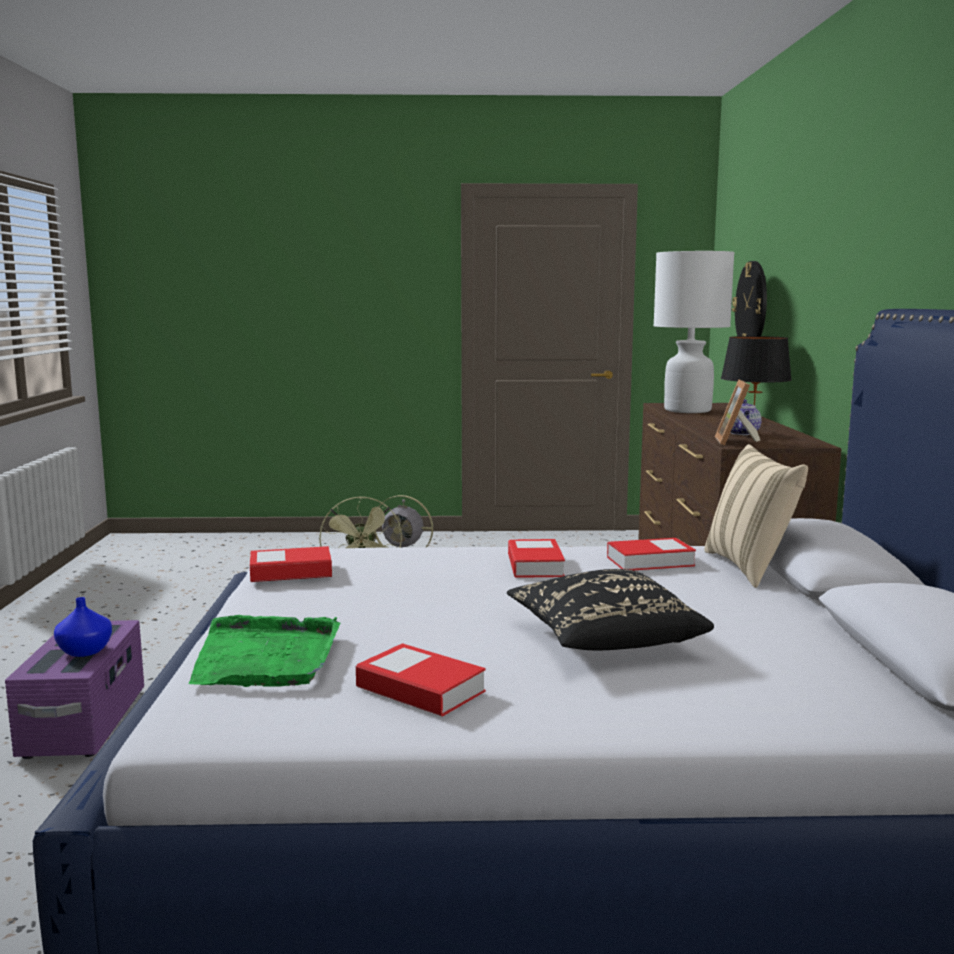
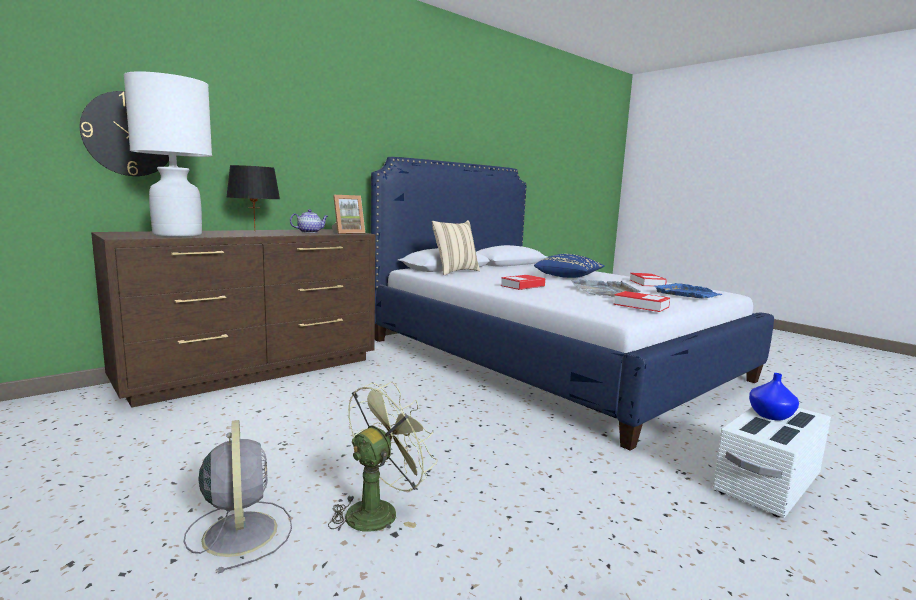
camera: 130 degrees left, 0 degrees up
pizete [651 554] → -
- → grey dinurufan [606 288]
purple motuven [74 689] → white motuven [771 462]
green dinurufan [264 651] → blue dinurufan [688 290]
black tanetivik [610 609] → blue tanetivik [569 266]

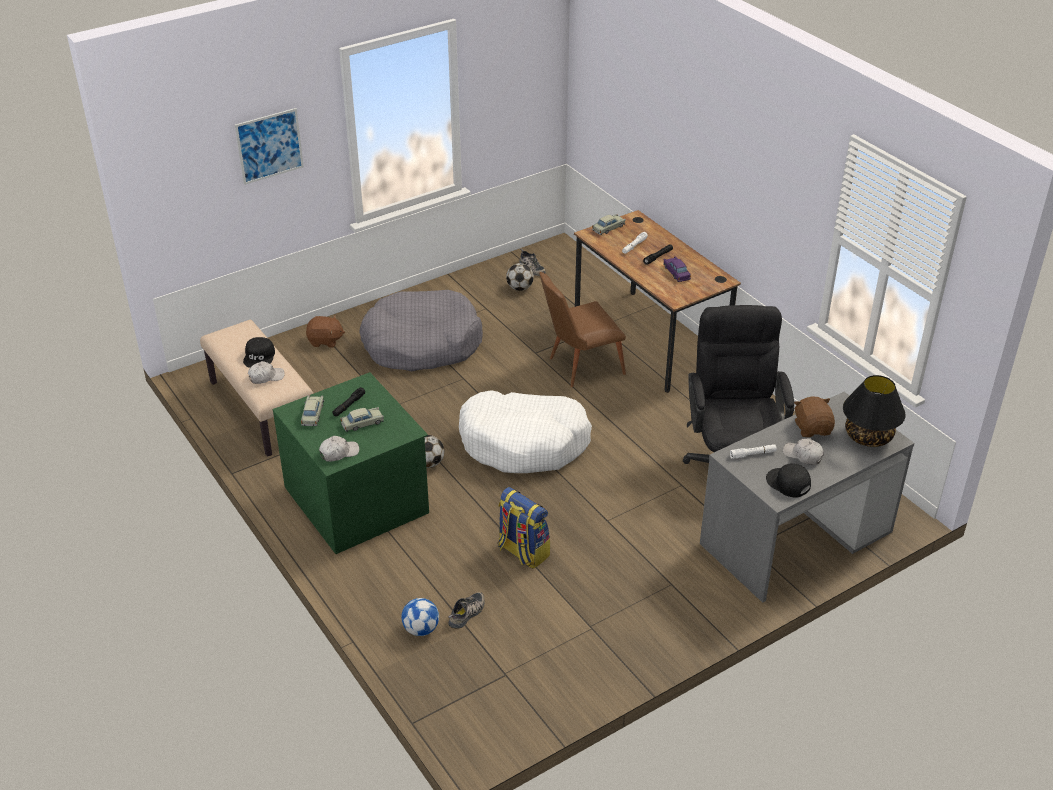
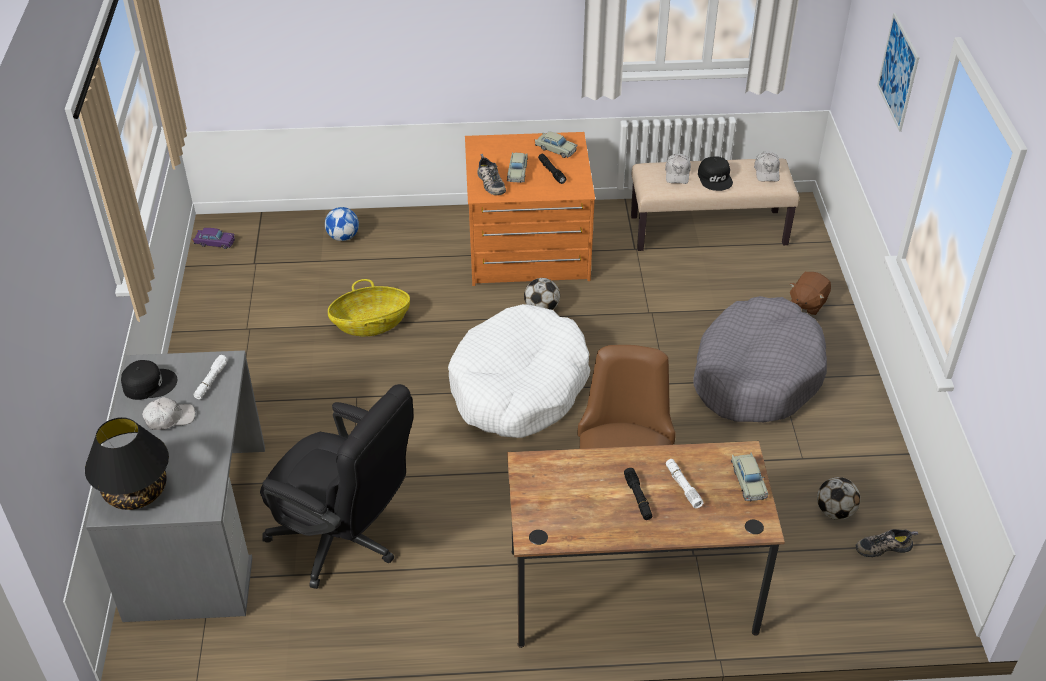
camera: 120 degrees right, 5 degrees up
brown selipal [814 417] → -
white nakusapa [339 449] → white nakusapa [767 166], shifted
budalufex [466 610] → budalufex [491 174], shifted
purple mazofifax [677 269] → purple mazofifax [213 238], shifted
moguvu [524 528] → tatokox [369 307]
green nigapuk [351 463] → orange nigapuk [530 209]
black nakusapa [259 352] → black nakusapa [715 173], 135 degrees counterclockwise

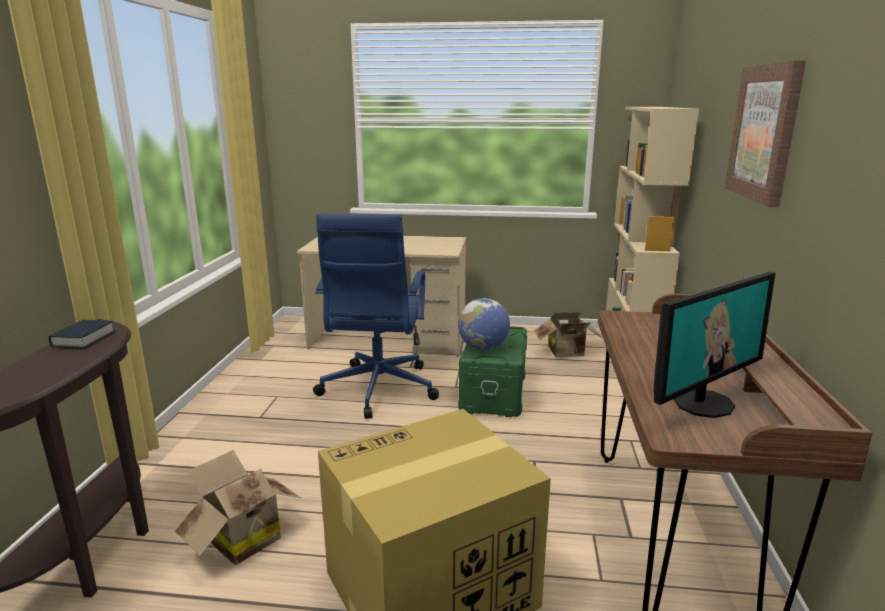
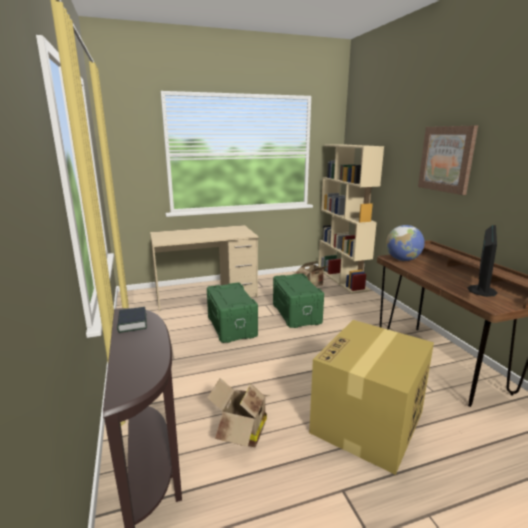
camera: 25 degrees left, 0 degrees up
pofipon [484 324] → pofipon [405 243], shifted
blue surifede [376 316] → green motuven [232 312]

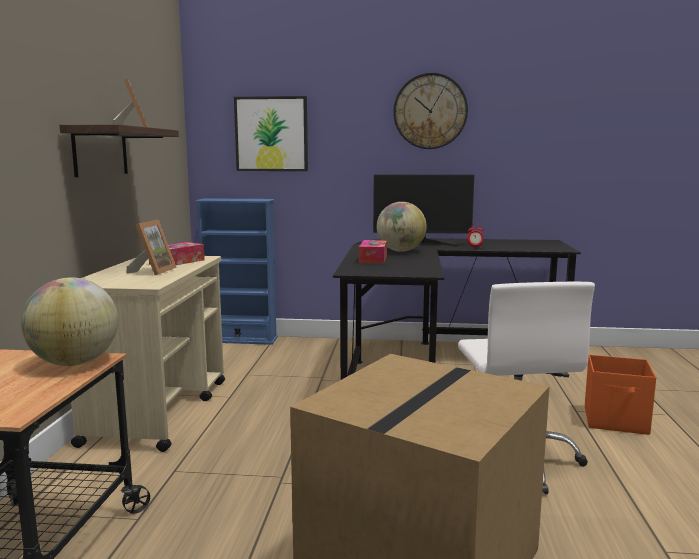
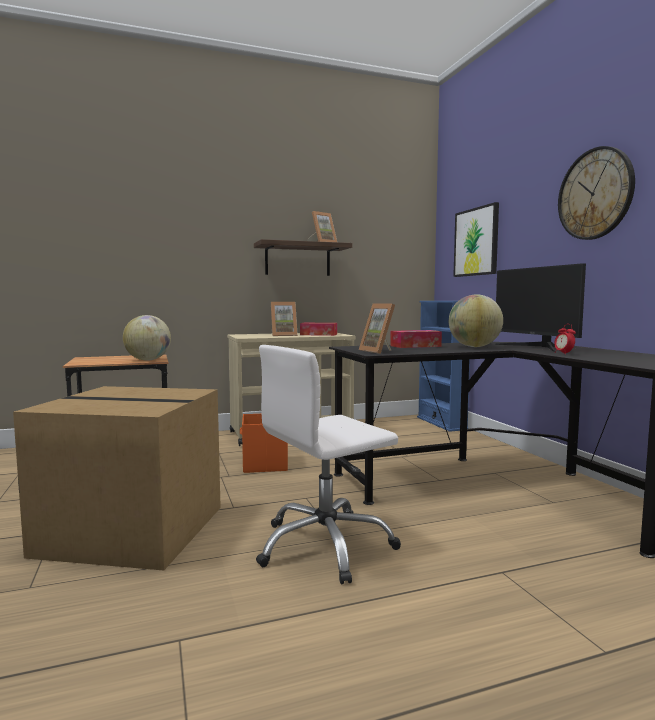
camera: 65 degrees right, 5 degrees down
- → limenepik [377 328]
orange motuven [620 395] → orange motuven [264 443], shifted

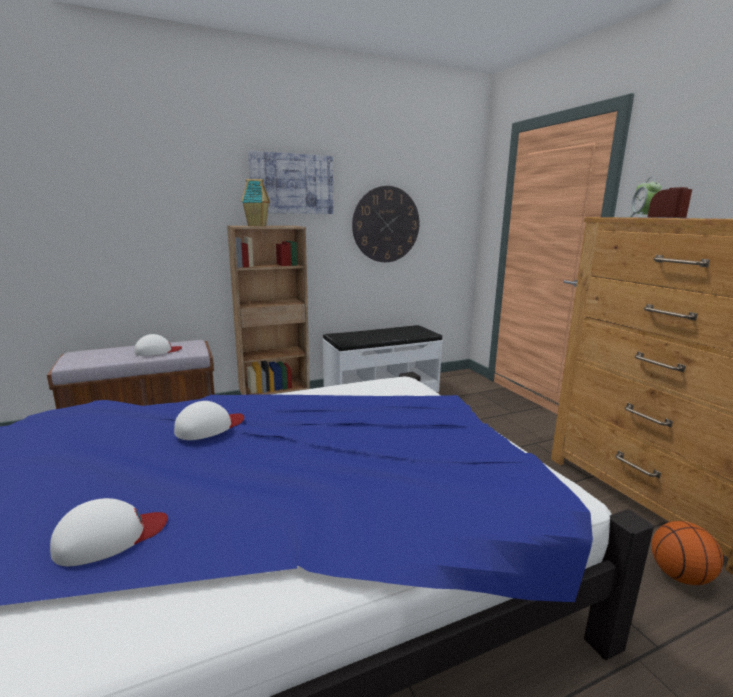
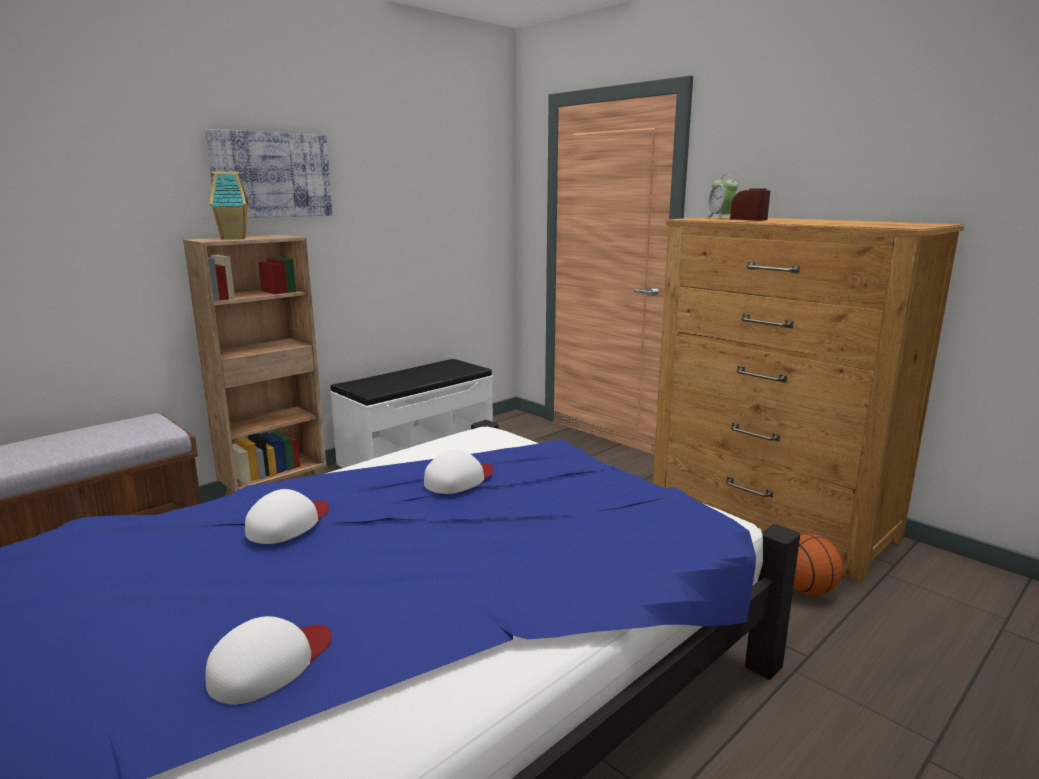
camera: 20 degrees left, 0 degrees up
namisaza [385 224] → -
white nakusapa [158 345] → white nakusapa [459 471], shifted

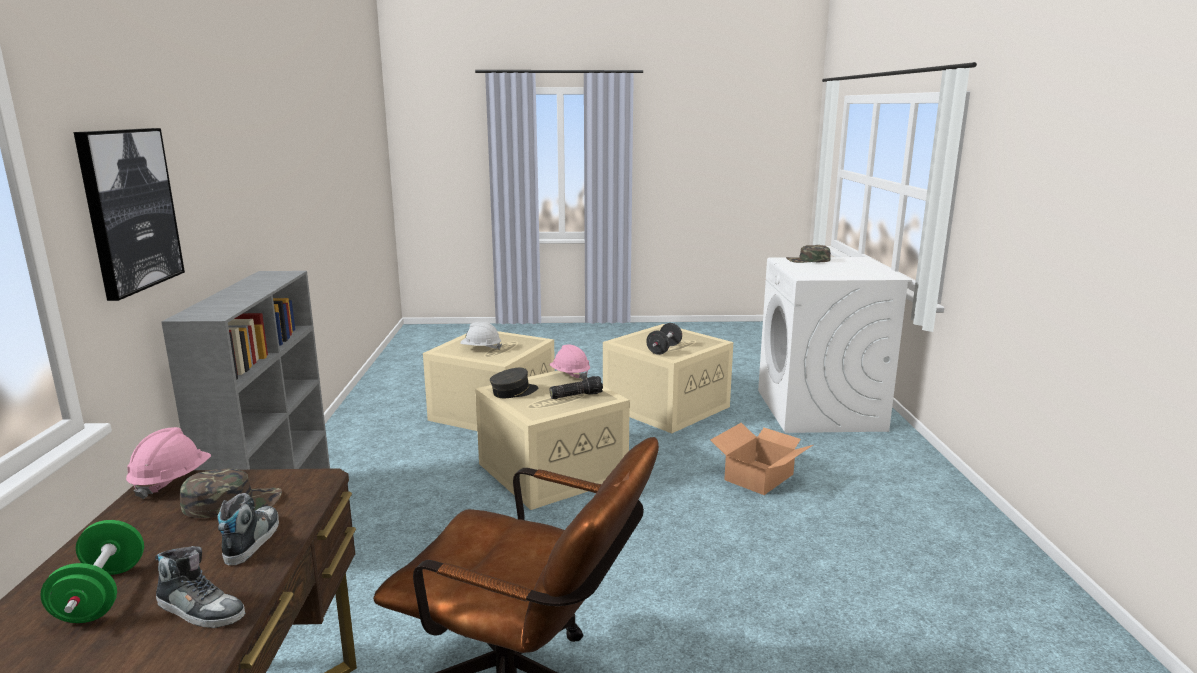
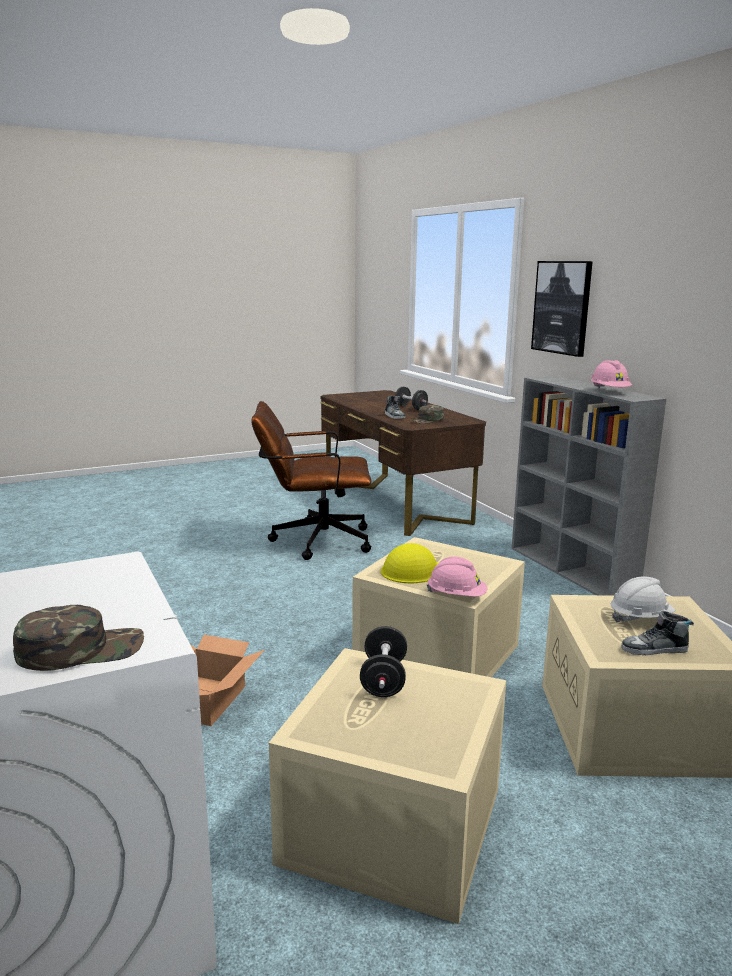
camera: 155 degrees right, 0 degrees up
grey nakusapa [514 383] → -
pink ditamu [168 463] → pink ditamu [611 374], shifted
budalufex [200 587] → budalufex [657 633], shifted
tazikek [576 387] → yellow ditamu [410 563]
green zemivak [92 571] → black zemivak [411 398]

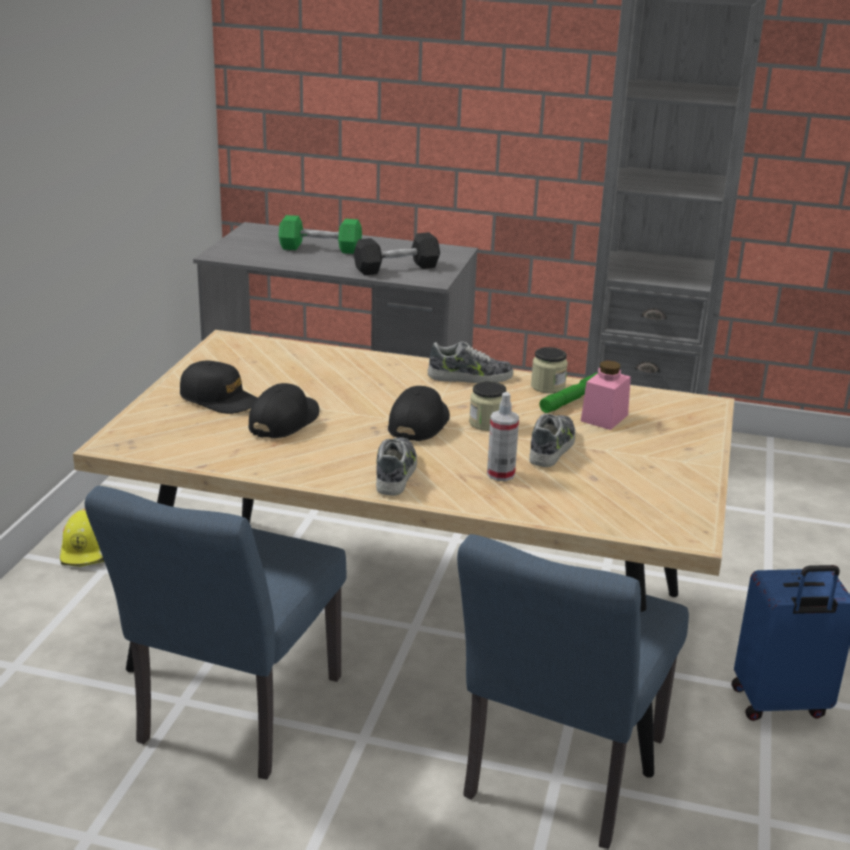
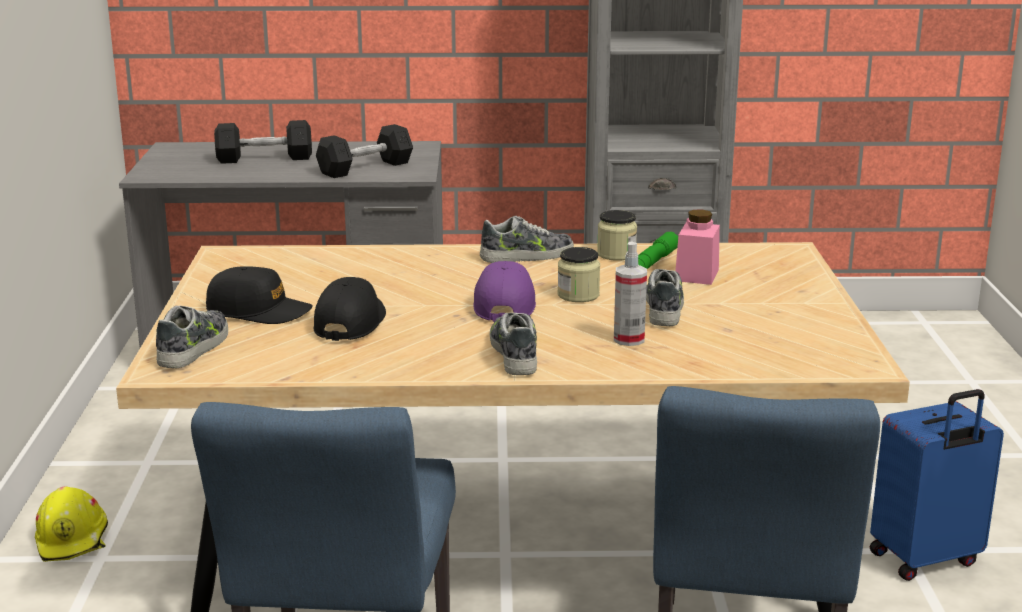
camera: 15 degrees left, 5 degrees down
- → budalufex [192 337]
green zemivak [320 234] → black zemivak [263 142]
black nakusapa [419 413] → purple nakusapa [504 291]

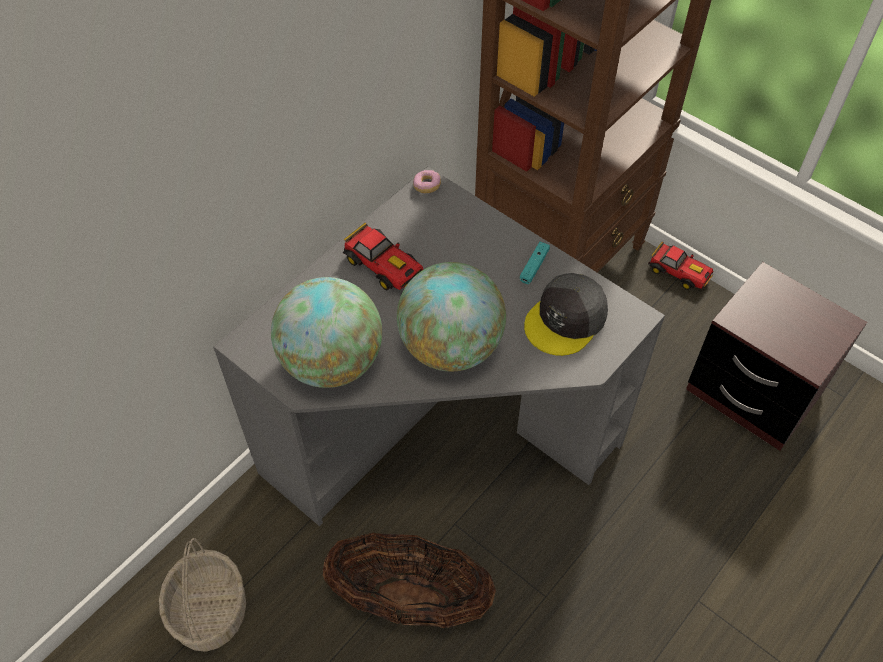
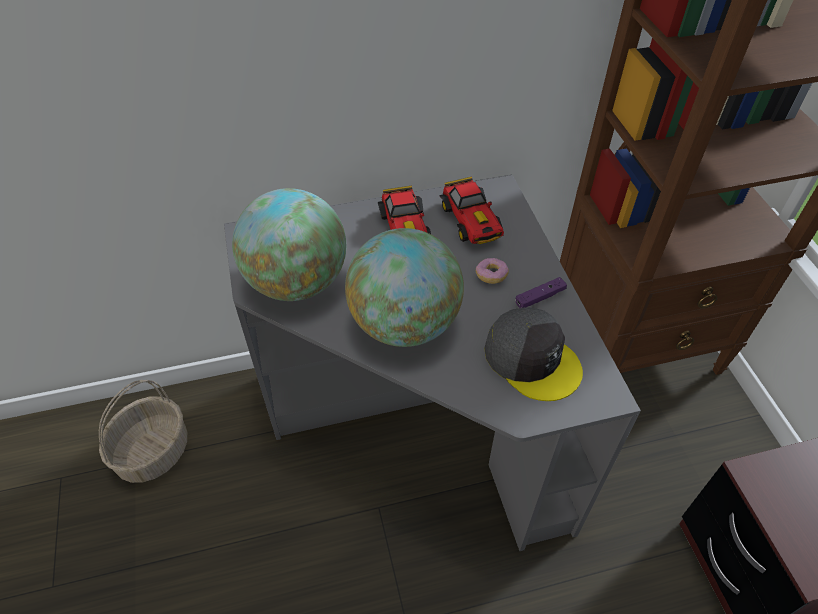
camera: 35 degrees right, 5 degrees down
tatokox [409 580] → -
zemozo [427 181] → zemozo [492 271], shifted
mazofifax [680 266] → mazofifax [471 210], shifted
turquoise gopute [535 263] → purple gopute [541 292]
grey nakusapa [566 314] → grey nakusapa [533 354], 120 degrees counterclockwise

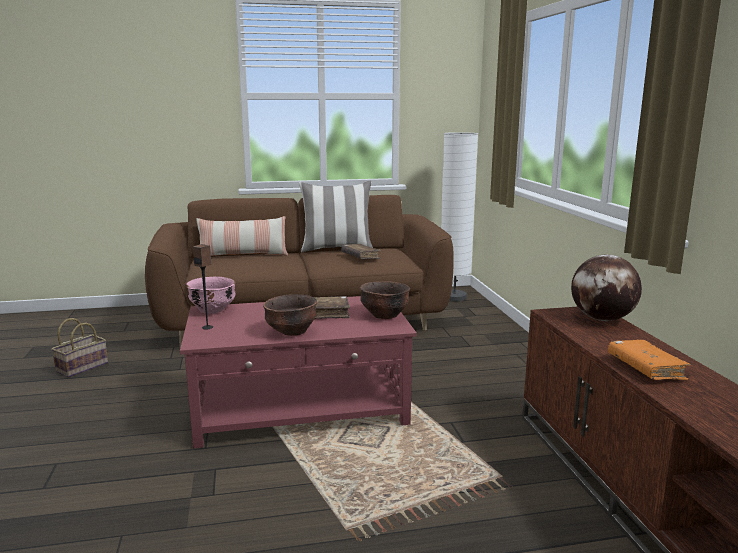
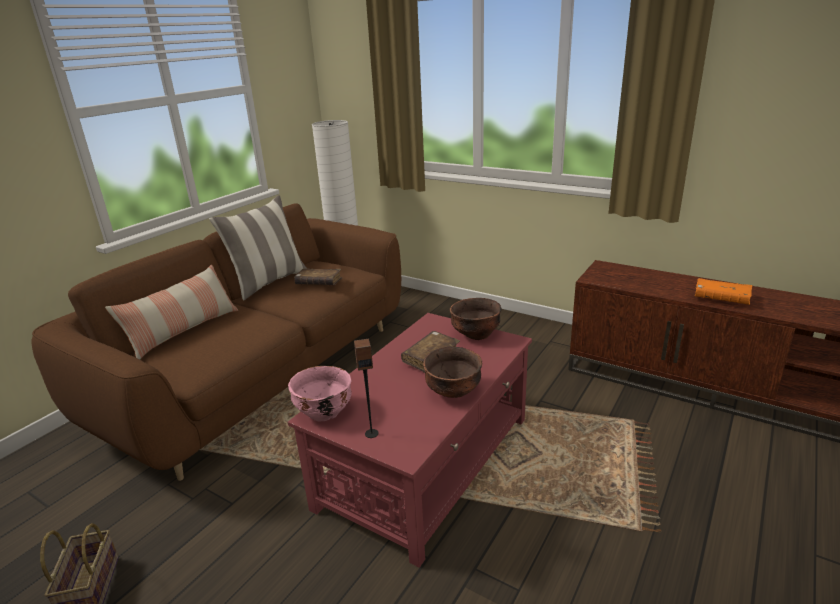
camera: 45 degrees left, 10 degrees up
pofipon [606 288] → -

